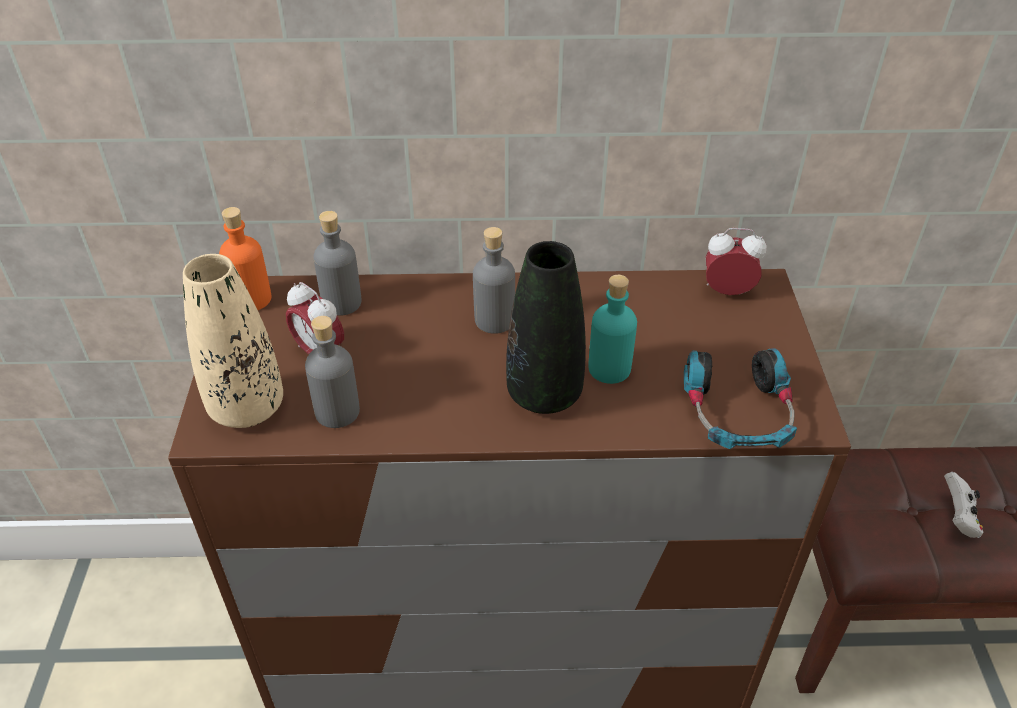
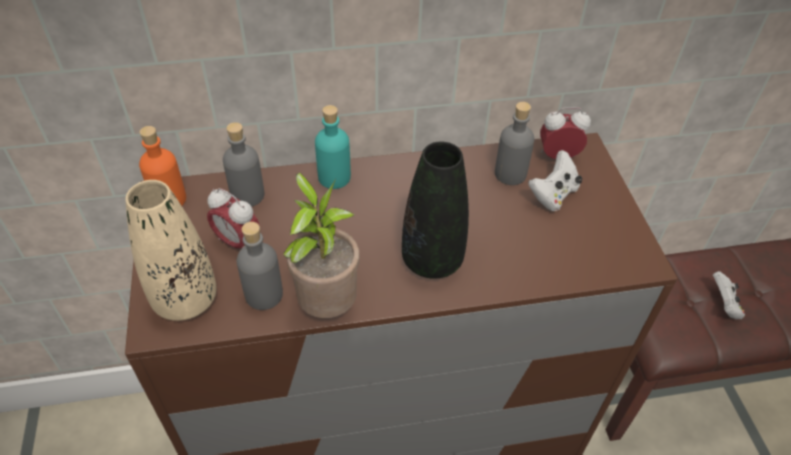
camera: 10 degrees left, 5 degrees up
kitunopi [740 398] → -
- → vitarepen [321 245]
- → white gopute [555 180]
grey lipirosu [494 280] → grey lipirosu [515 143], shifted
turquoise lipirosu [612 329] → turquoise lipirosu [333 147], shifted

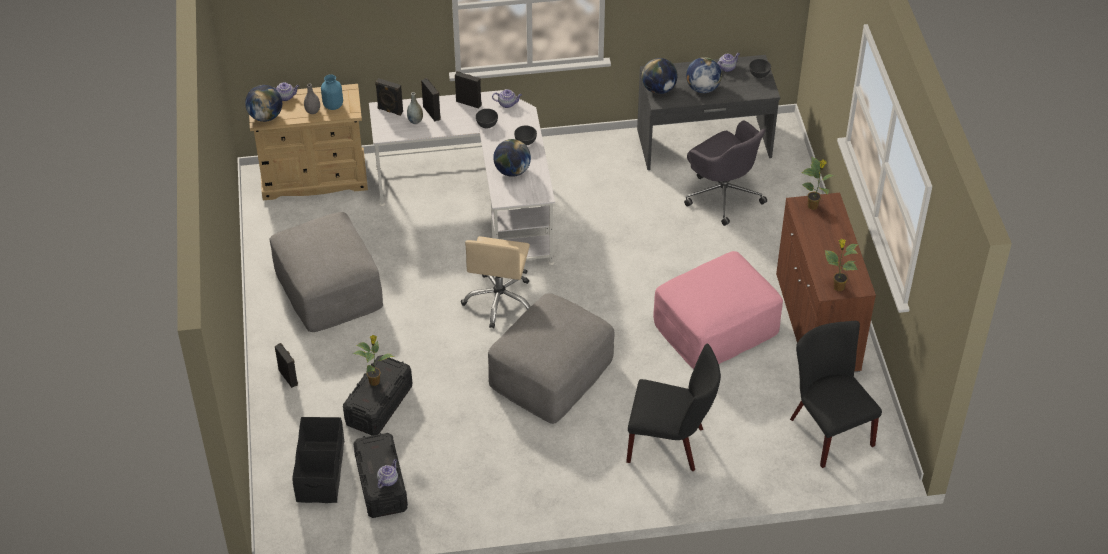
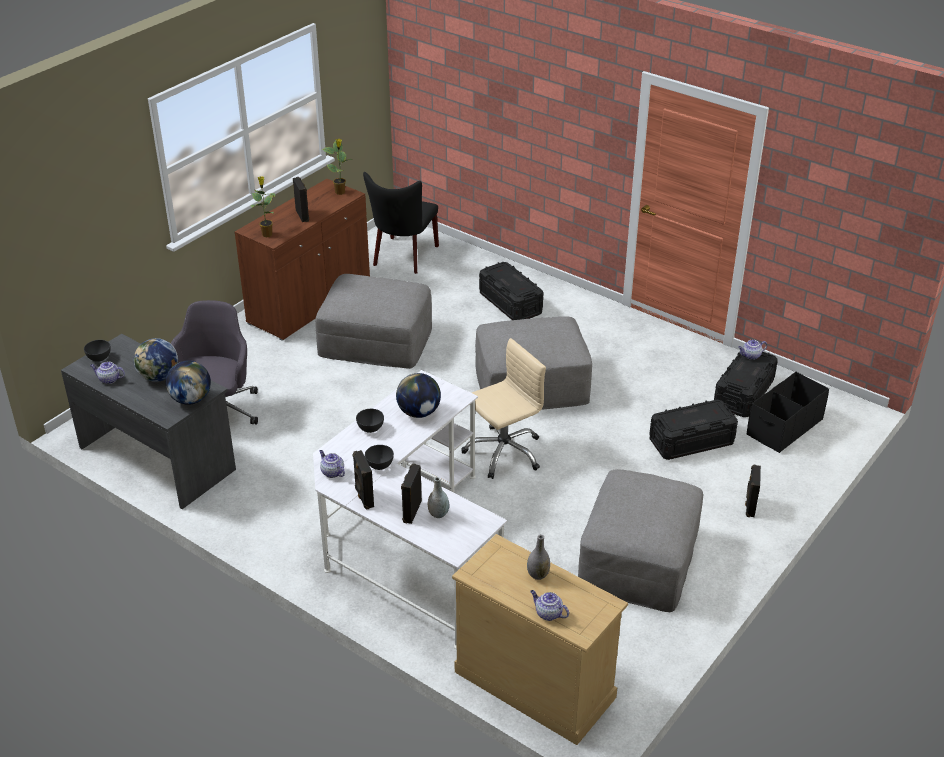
camera: 135 degrees left, 10 degrees down
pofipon [263 103] → -
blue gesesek [332 92] → -
vitarepen [373 360] → -
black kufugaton [389 97] → black kufugaton [301 199], shifted
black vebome [673 407] → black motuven [511 291]
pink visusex [718 310] → grey visusex [373 321]

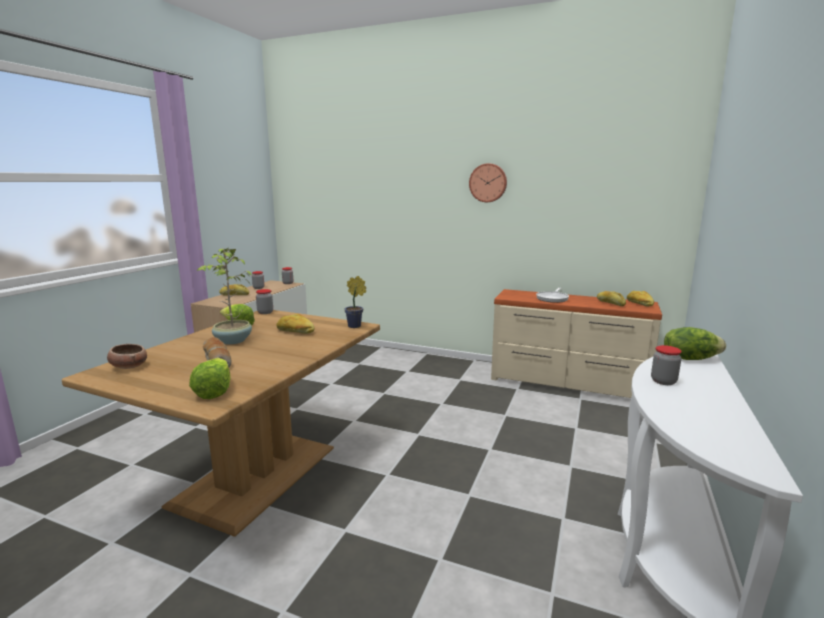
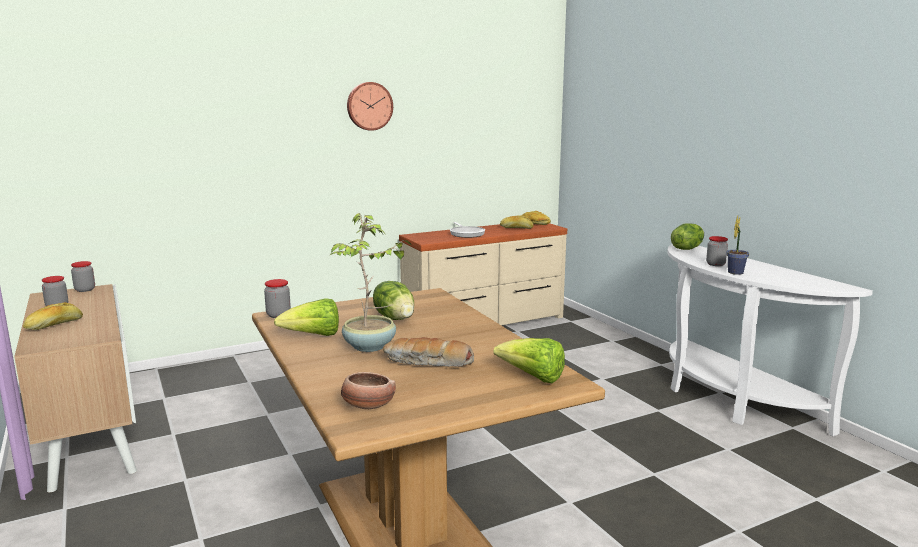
camera: 50 degrees left, 0 degrees up
vitarepen [355 302] → vitarepen [737 245], shifted
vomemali [295 324] → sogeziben [393 300]

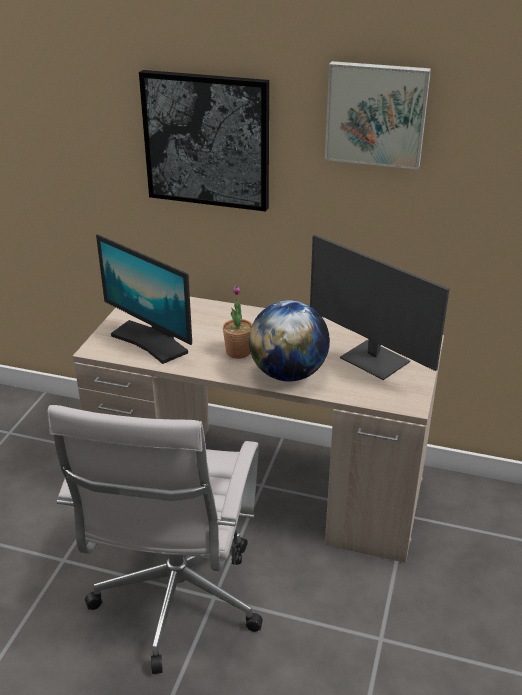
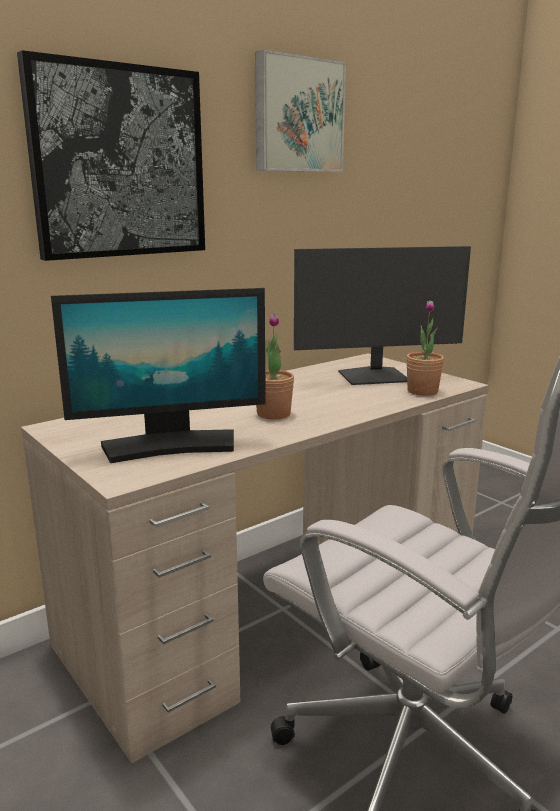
camera: 55 degrees left, 15 degrees down
pofipon [289 341] → -
- → vitarepen [425 348]

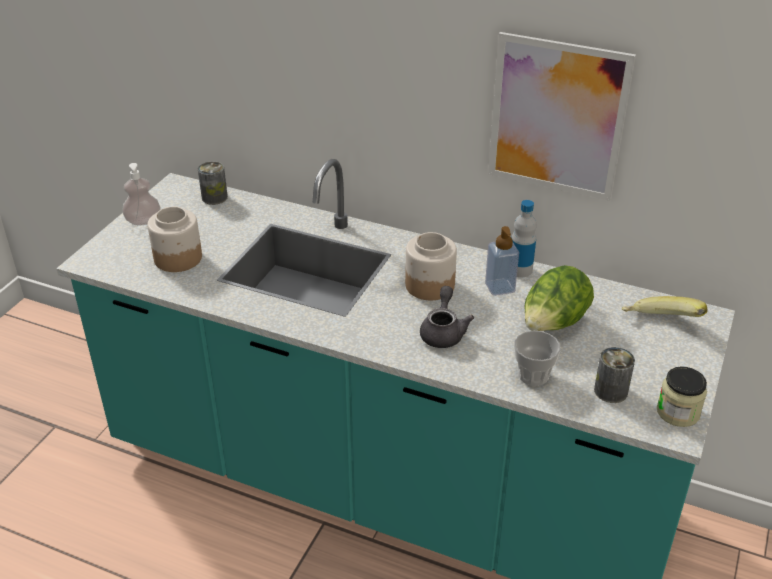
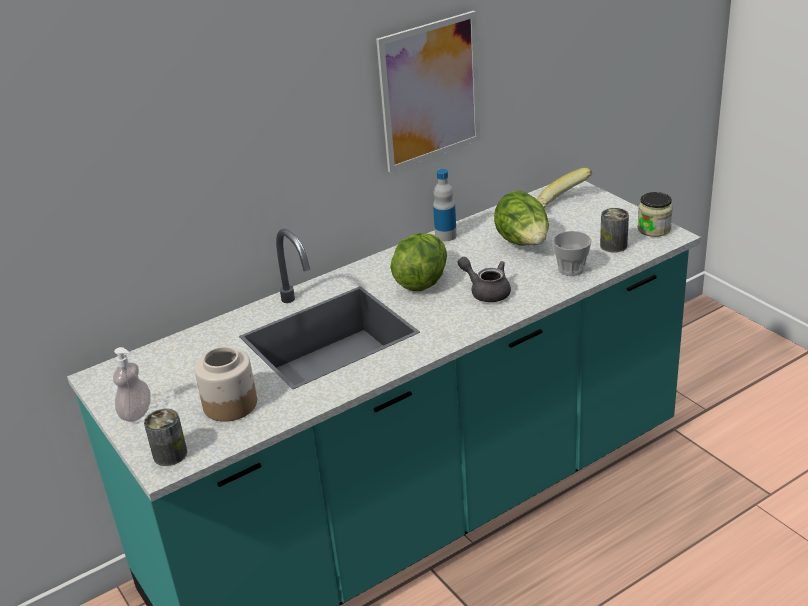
camera: 55 degrees left, 5 degrees down
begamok [502 261] → -
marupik [213 183] → marupik [165 437], shifted
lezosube [431 266] → sogeziben [418 262]

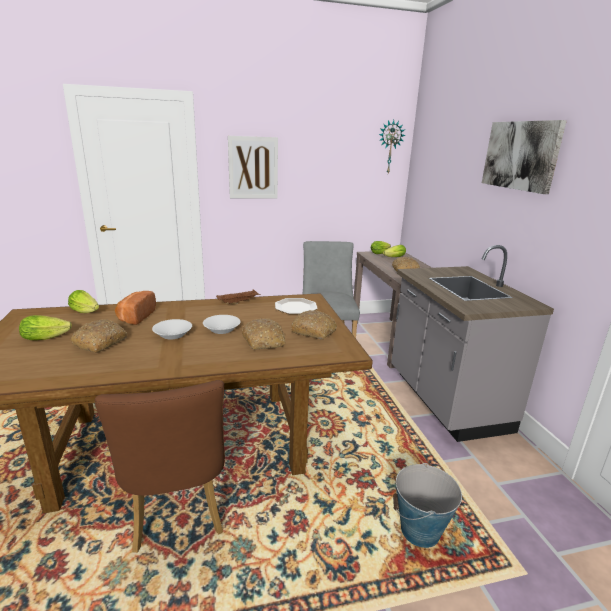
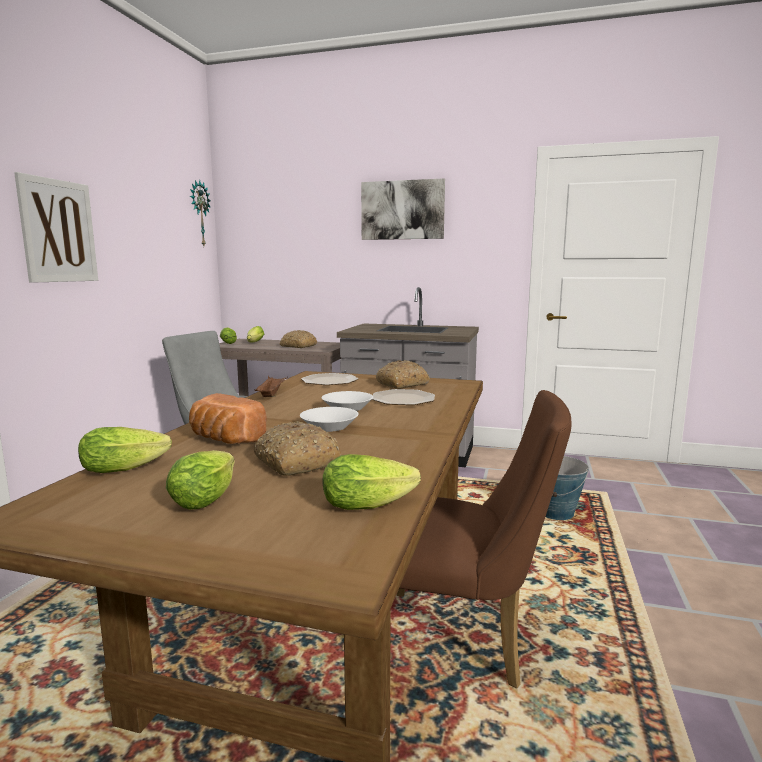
camera: 60 degrees left, 10 degrees down
- → sogeziben [371 482]
vomemali [264 334] → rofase [403 397]

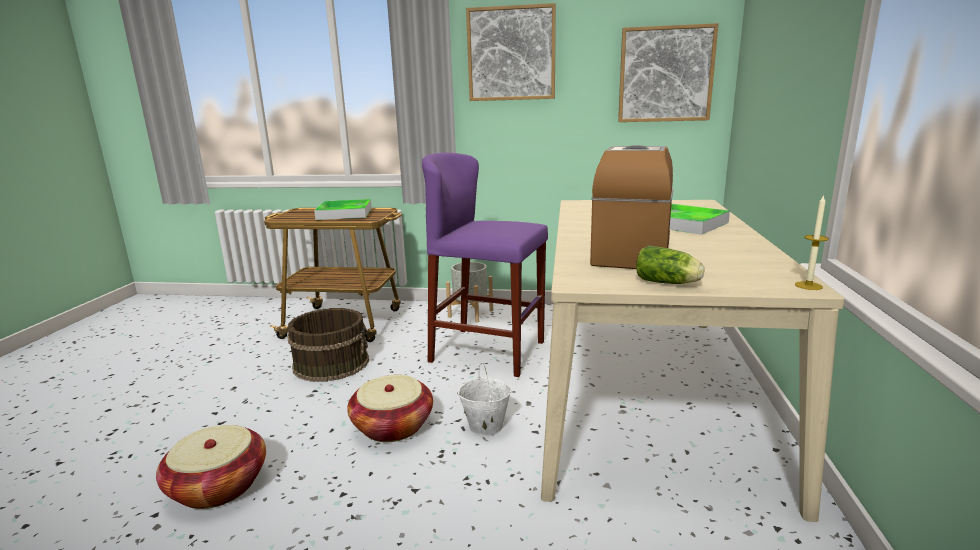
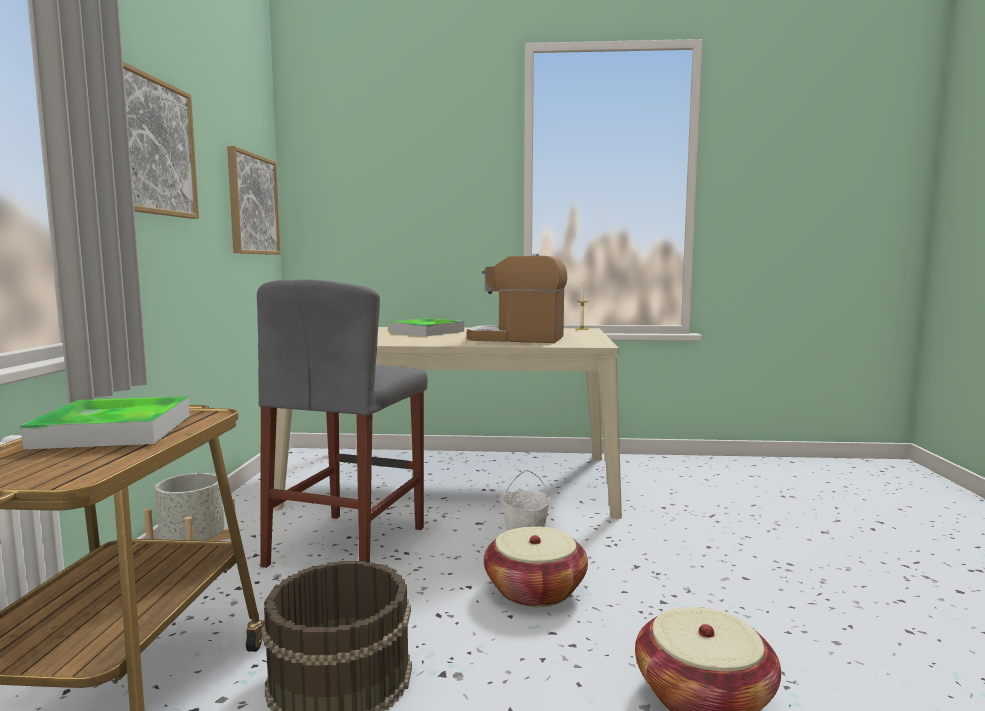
camera: 95 degrees left, 10 degrees down
sogeziben [670 264] → -
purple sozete [485 265] → grey sozete [342 423]

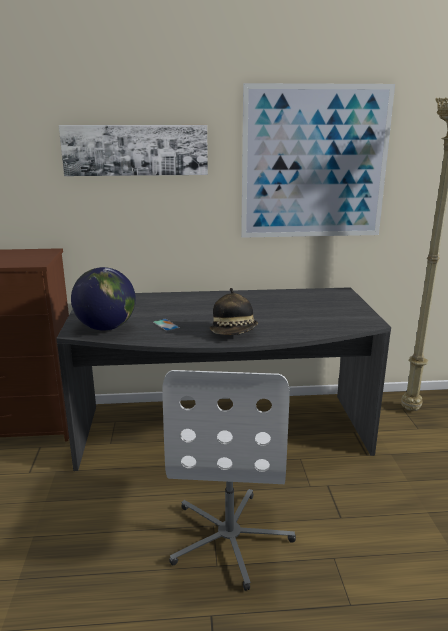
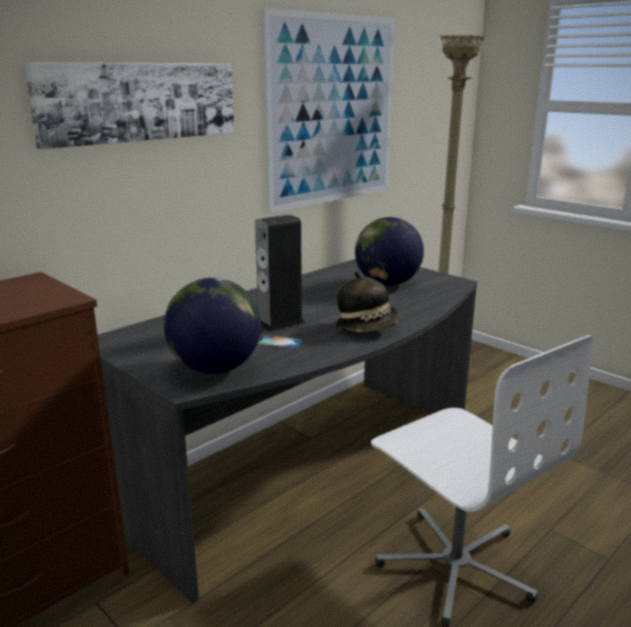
camera: 40 degrees left, 0 degrees up
- → kufugaton [280 273]
- → pofipon [389 251]

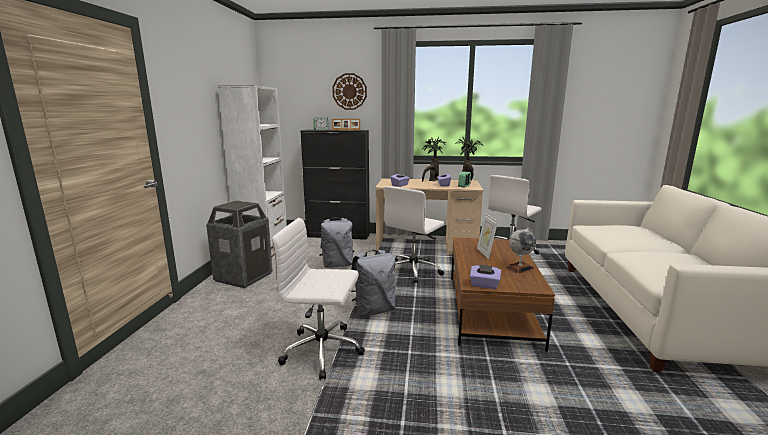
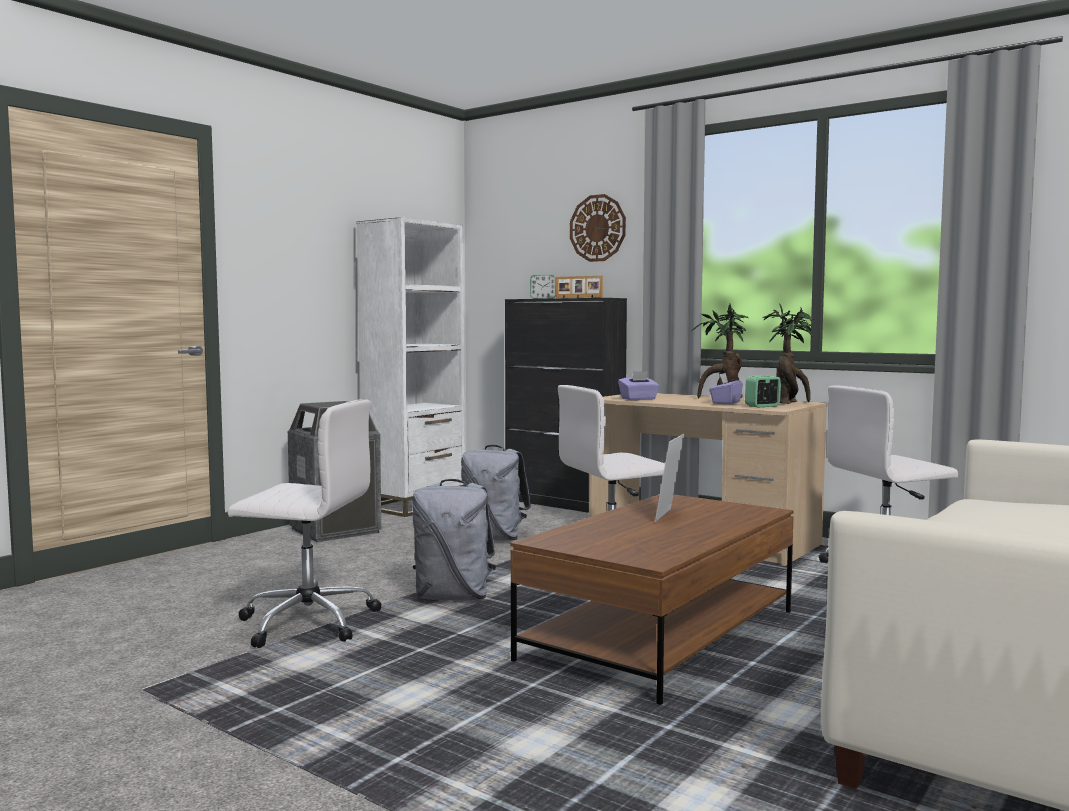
camera: 30 degrees right, 10 degrees down
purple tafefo [485 276] → -
pofipon [521 250] → -
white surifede [318 299] → white surifede [305 523], 150 degrees clockwise

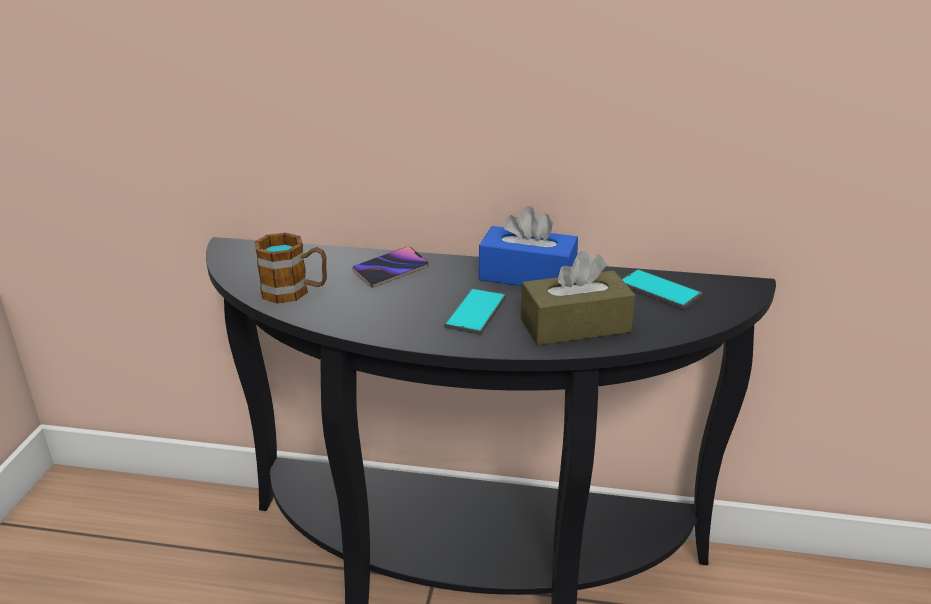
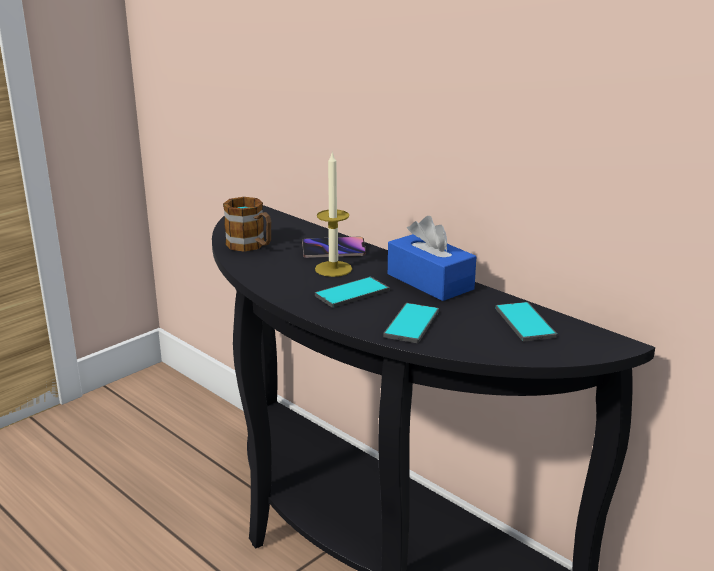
camera: 35 degrees right, 5 degrees down
- → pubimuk [333 215]
brown tafefo [578 298] → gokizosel [411 323]

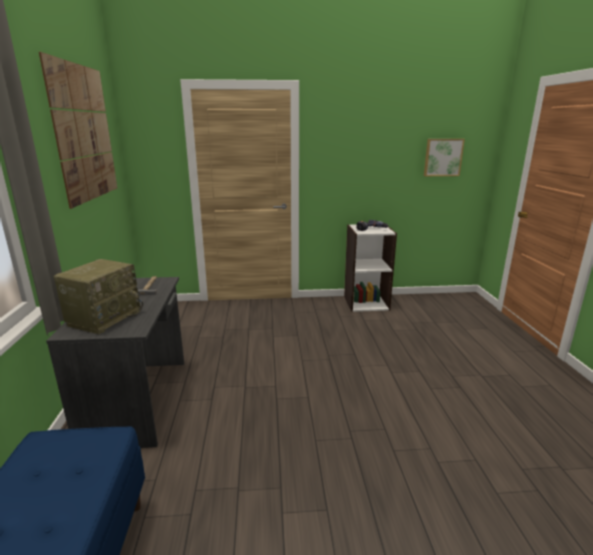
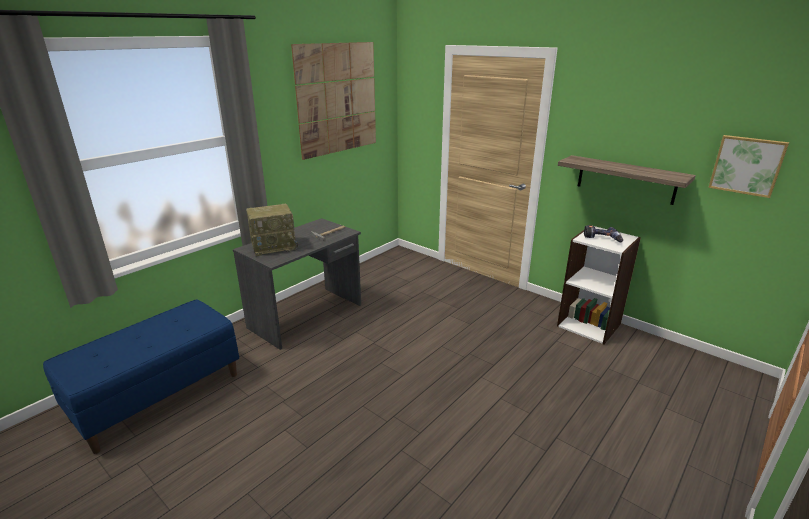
camera: 45 degrees right, 5 degrees up
- → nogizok [627 180]

